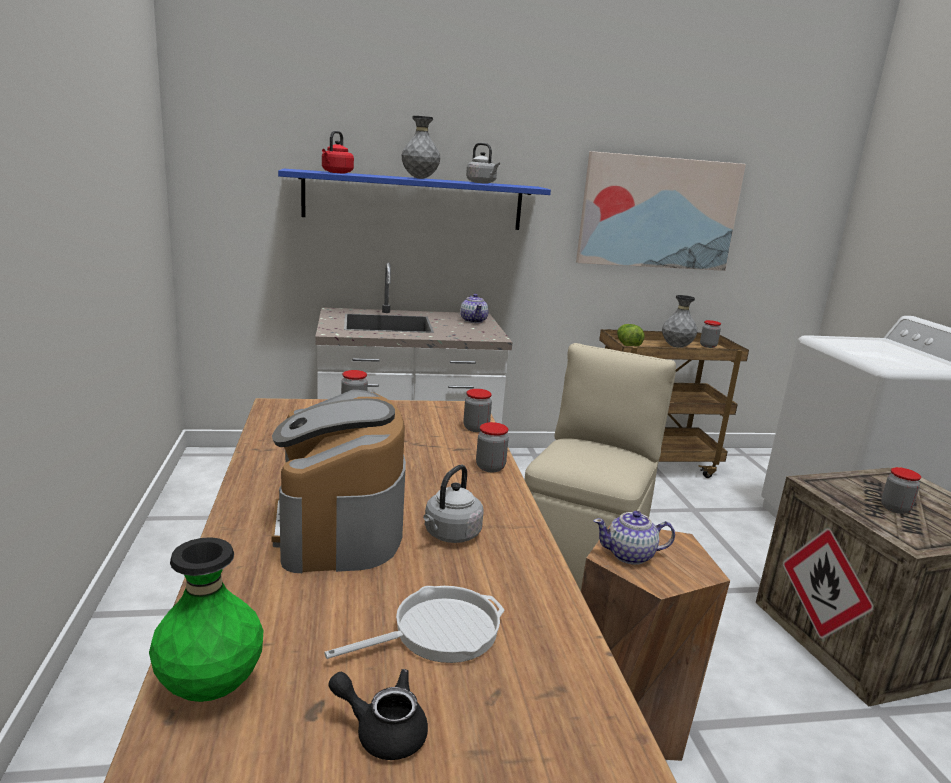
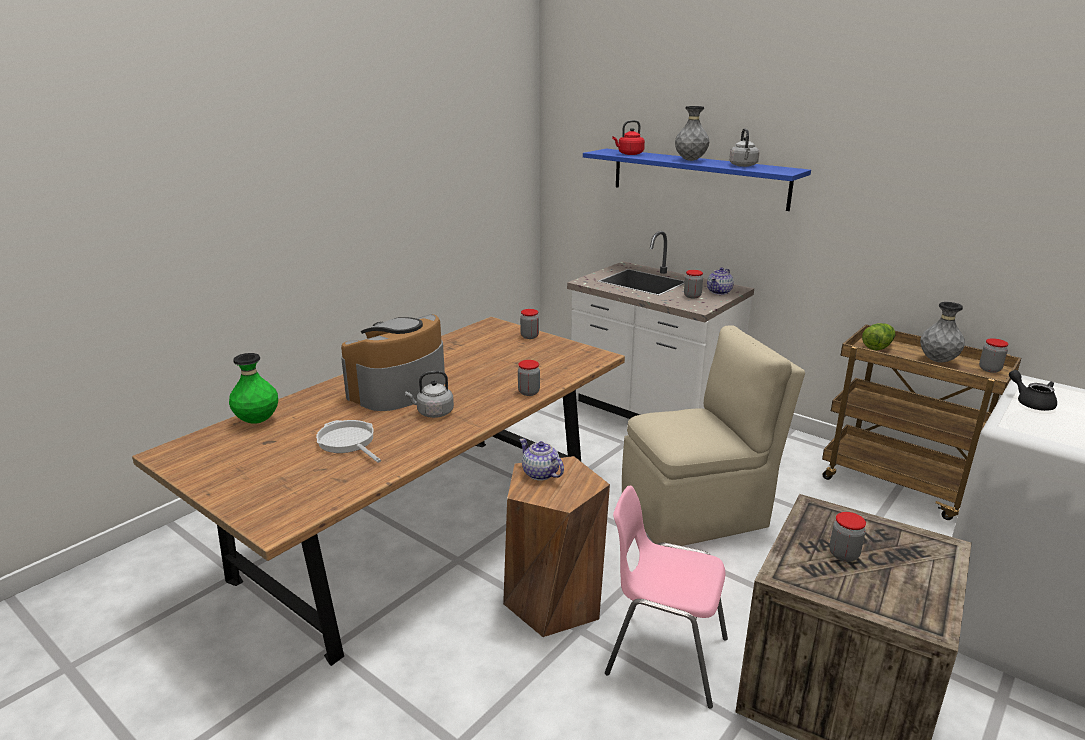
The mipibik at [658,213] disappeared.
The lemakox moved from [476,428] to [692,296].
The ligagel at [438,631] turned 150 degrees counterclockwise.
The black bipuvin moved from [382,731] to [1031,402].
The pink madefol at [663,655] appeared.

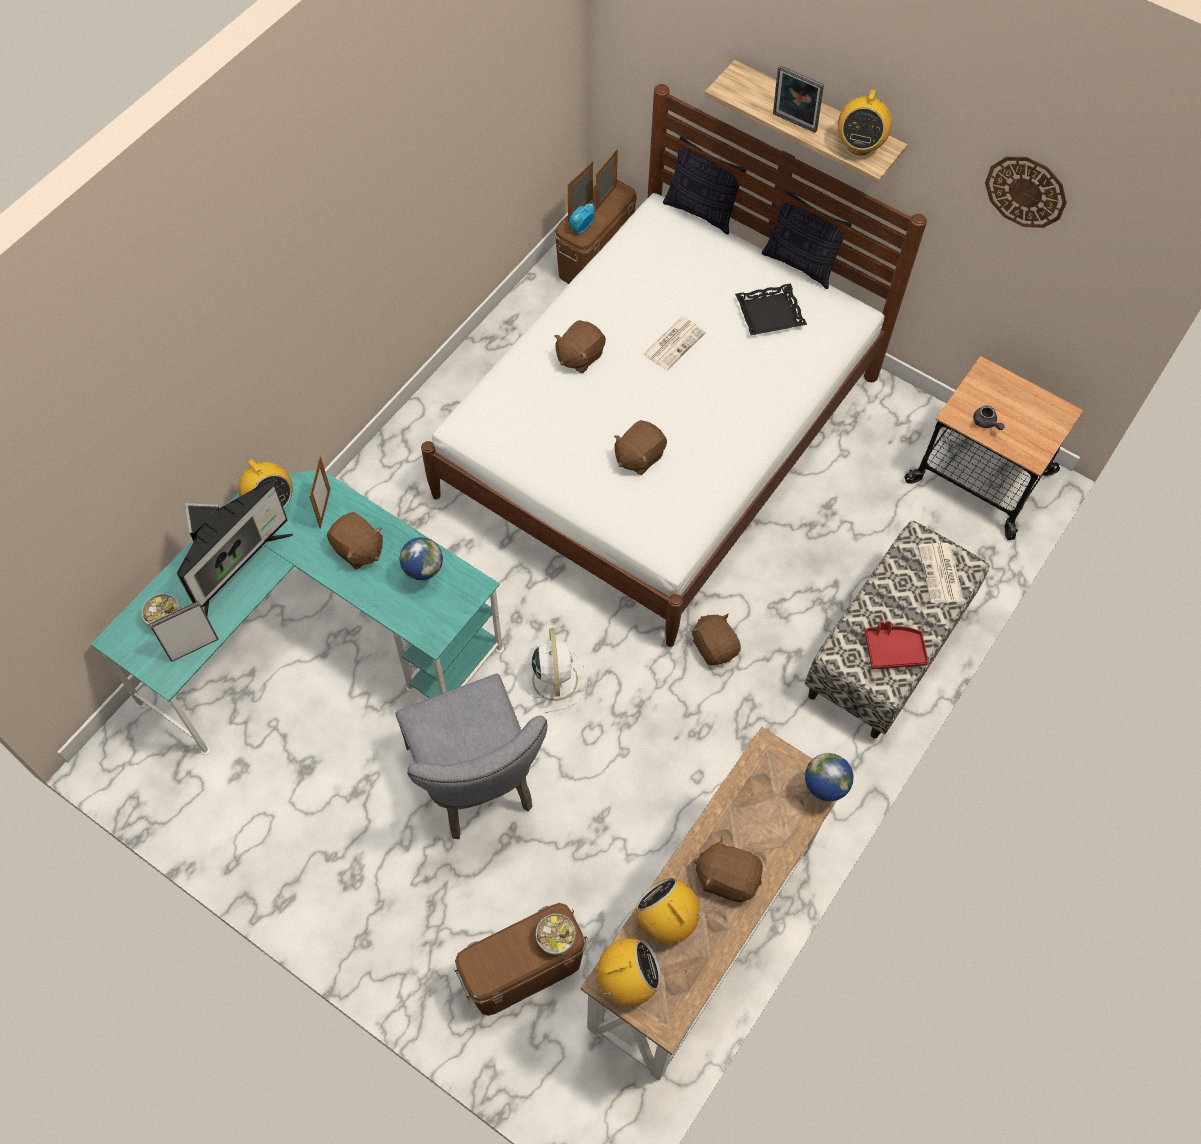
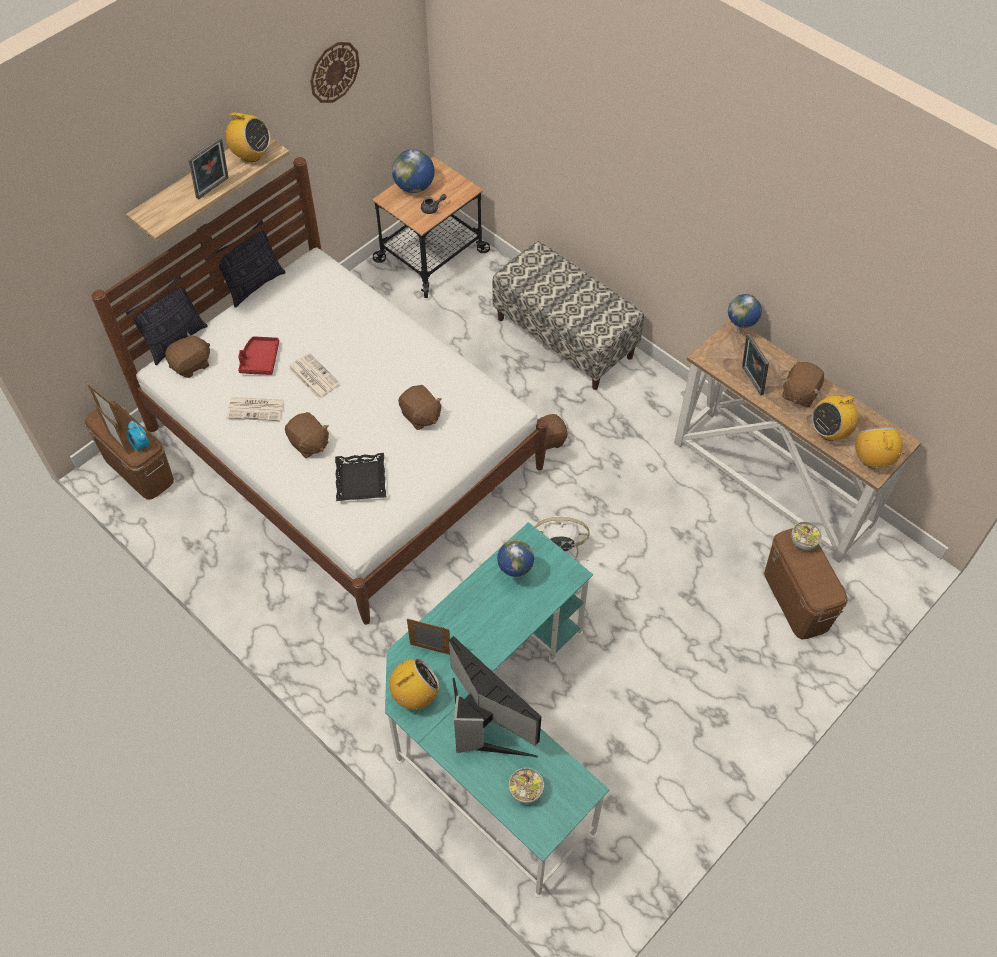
The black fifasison moved from [770,314] to [361,480].
The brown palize moved from [358,550] to [191,365].
The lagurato moved from [941,574] to [256,409].
The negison moved from [193,646] to [750,381].
The red fifasison moved from [893,650] to [260,360].
The grey madefol at [477,783] disappeared.
The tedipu at [414,187] appeared.

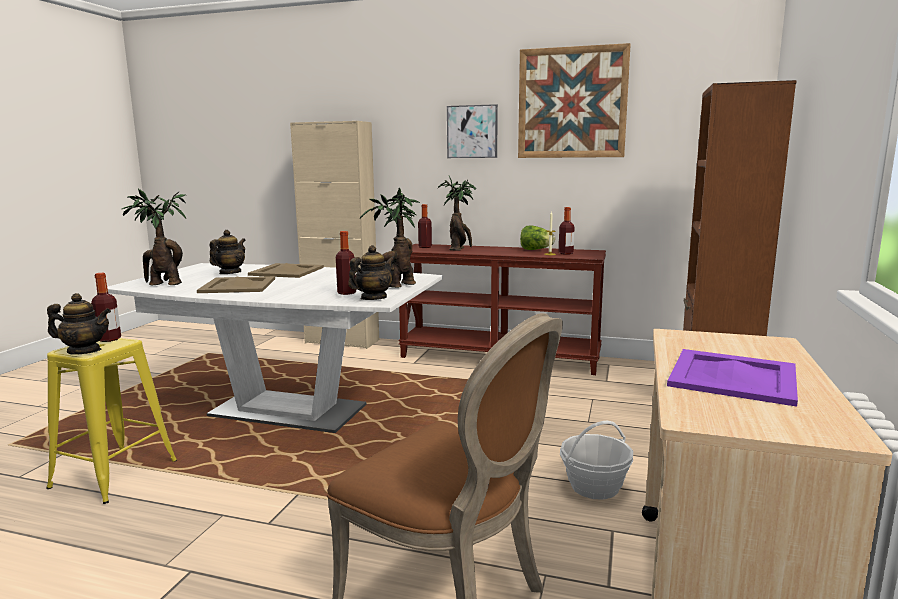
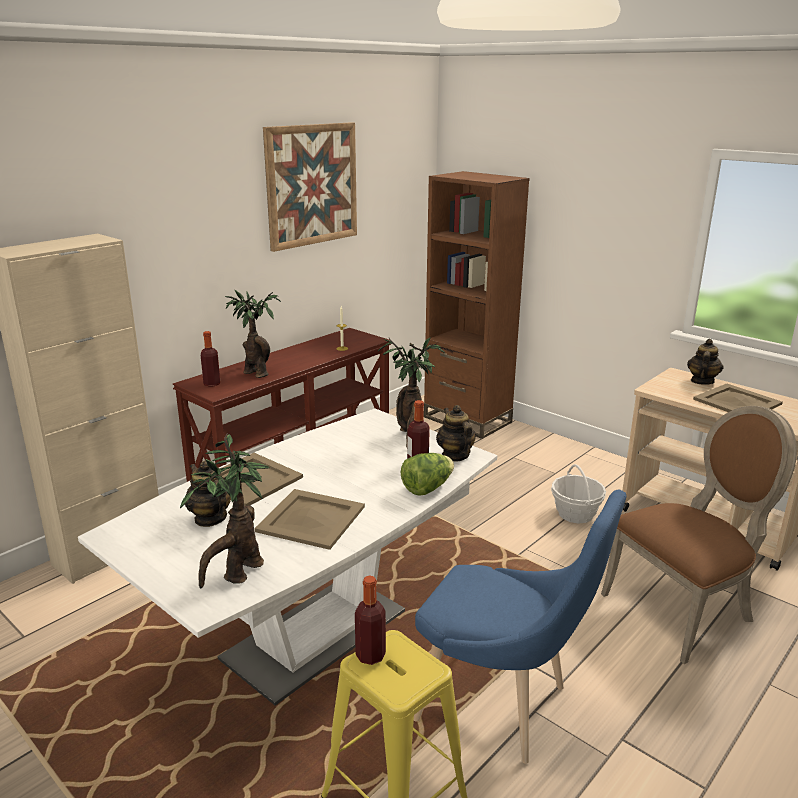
The mipibik at [472,131] disappeared.
The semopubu at [565,253] disappeared.
The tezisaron moved from [536,250] to [427,488].
The bipuvin moved from [84,351] to [701,381].
The purple fifasison at [732,376] became the beige fifasison at [736,402].
The blue madefol at [502,706] appeared.

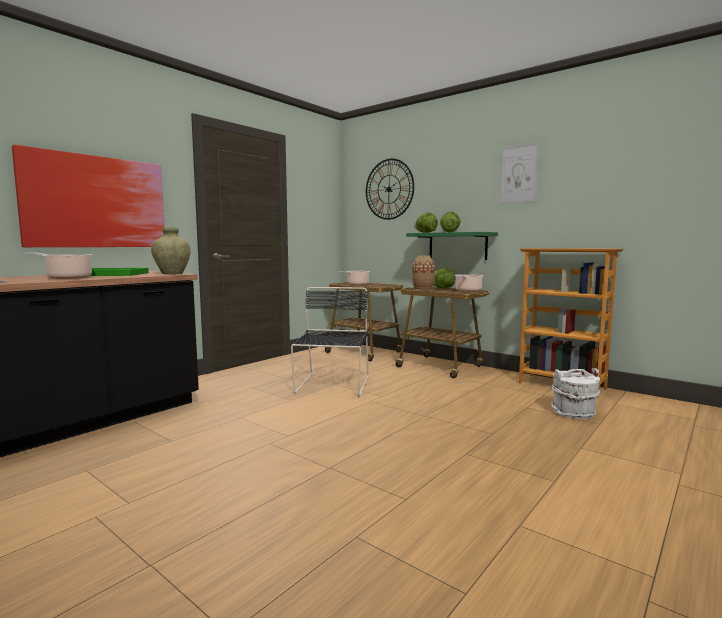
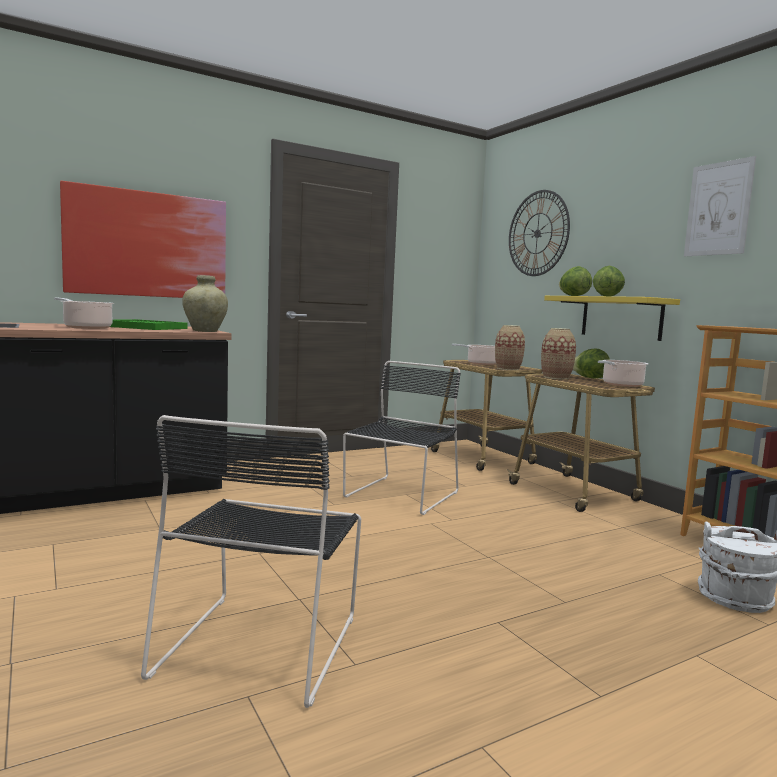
The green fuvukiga at [457,246] became the yellow fuvukiga at [621,318].
The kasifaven at [508,369] appeared.
The black madefol at [262,641] appeared.

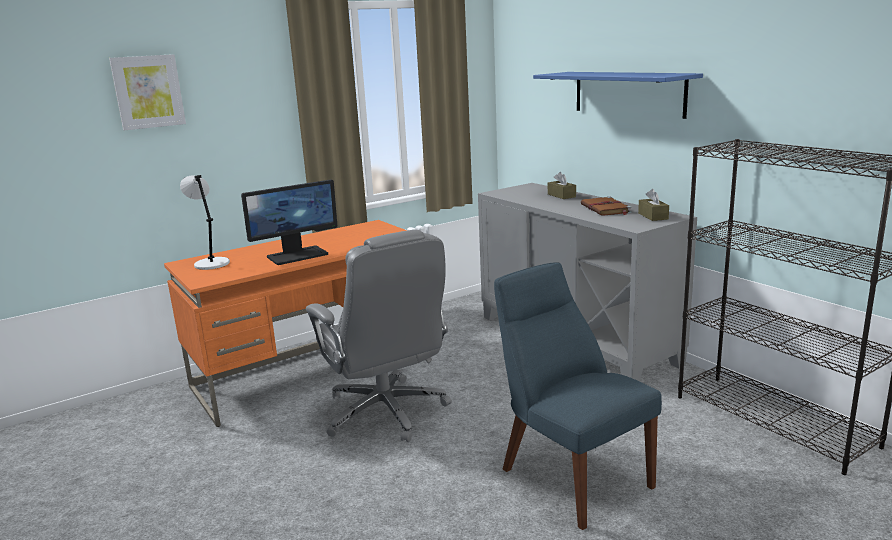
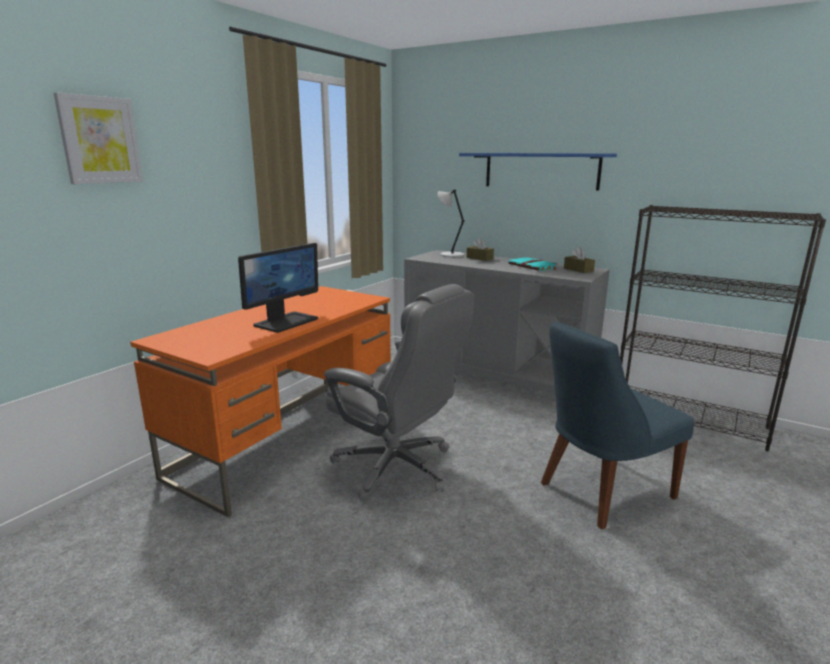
The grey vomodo moved from [211,264] to [450,255].
The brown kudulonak at [605,209] became the turquoise kudulonak at [533,266].
The blue madefol at [570,475] turned 60 degrees counterclockwise.

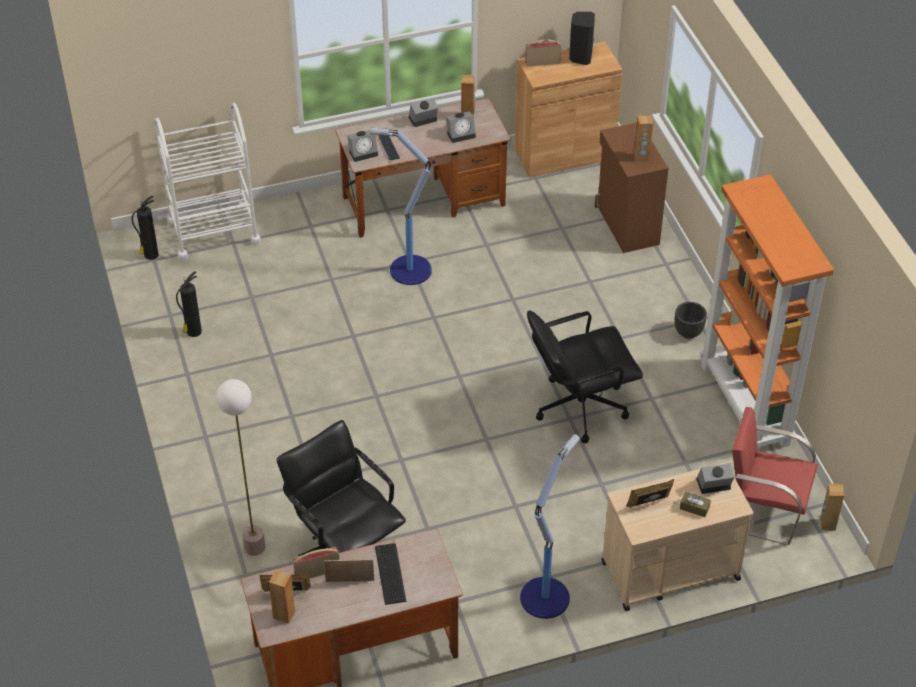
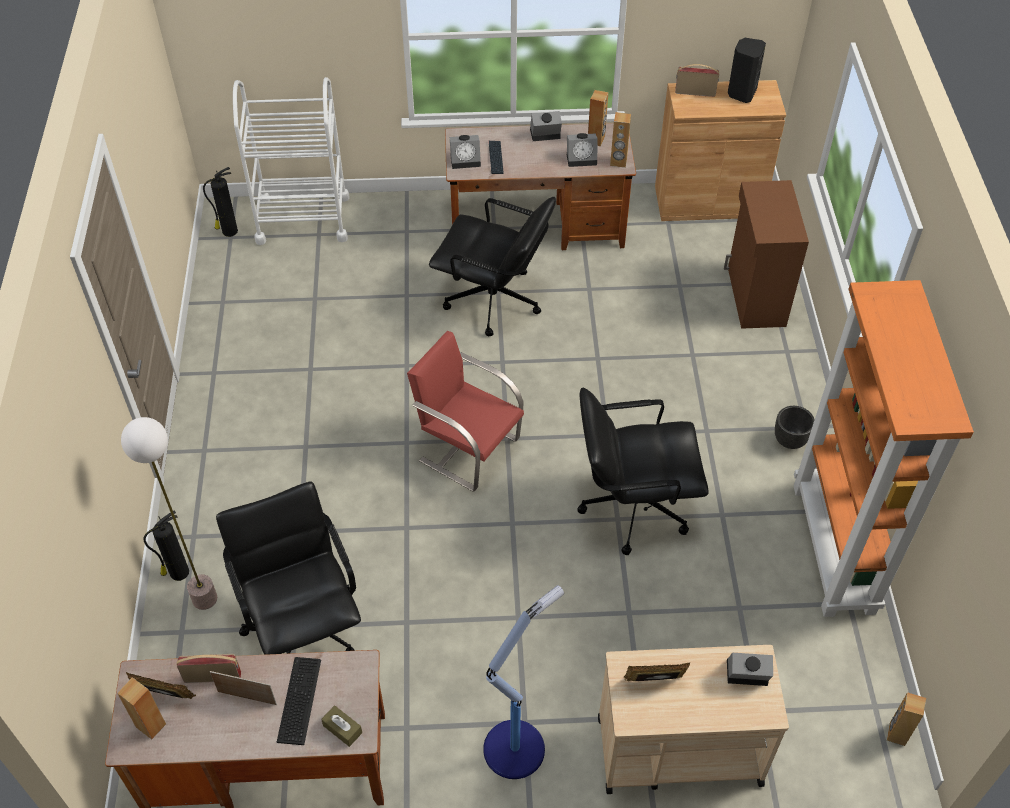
The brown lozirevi moved from [641,158] to [618,162].
The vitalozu at [409,270] was replaced by the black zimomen at [494,301].
The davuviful moved from [193,332] to [178,573].
The red madefol moved from [764,509] to [468,448].
The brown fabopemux moved from [694,508] to [342,729].

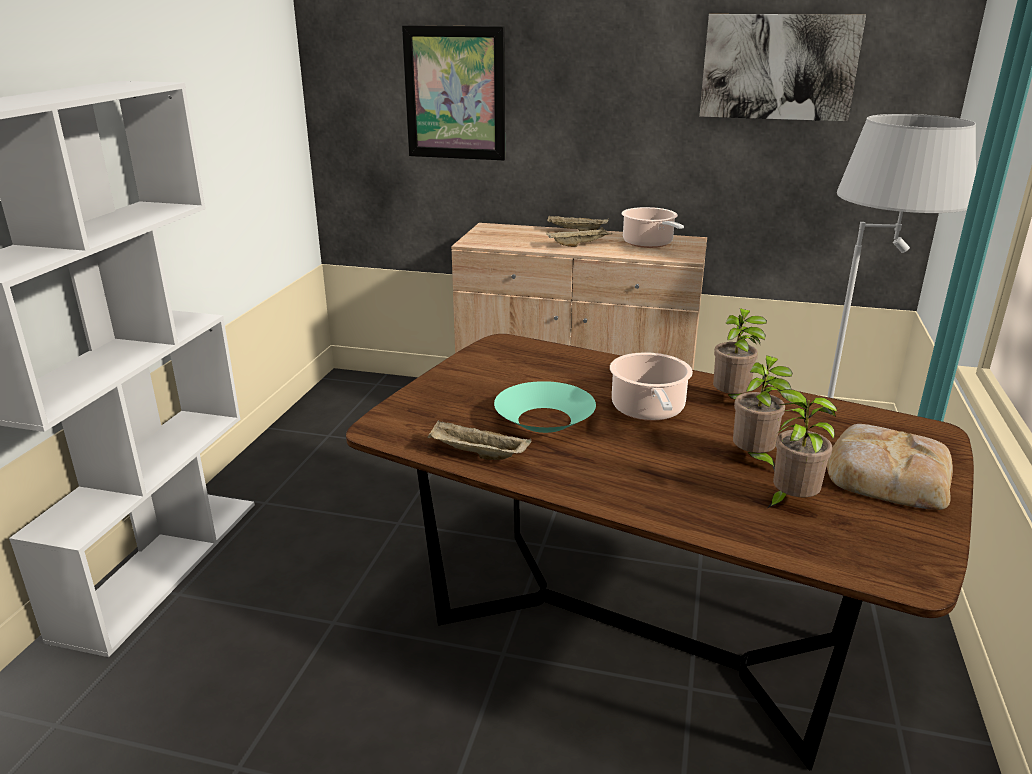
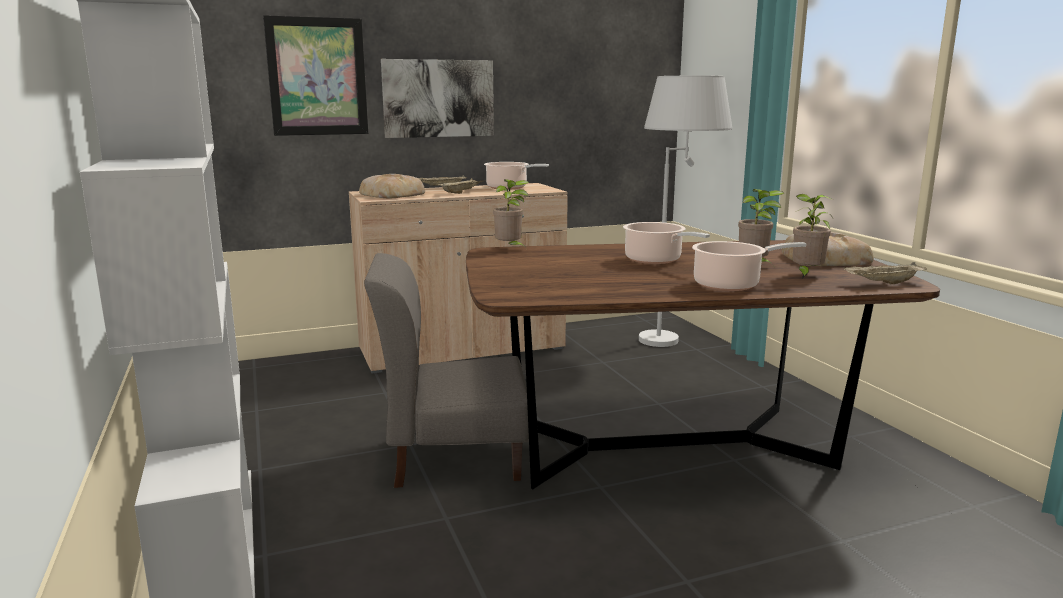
The mipibik moved from [778,67] to [438,98].
The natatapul moved from [732,401] to [510,249].
The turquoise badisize at [545,420] disappeared.
The beige fifasison moved from [476,454] to [883,283].
The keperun at [392,194] appeared.
The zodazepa at [731,285] appeared.
The grey madefol at [454,457] appeared.

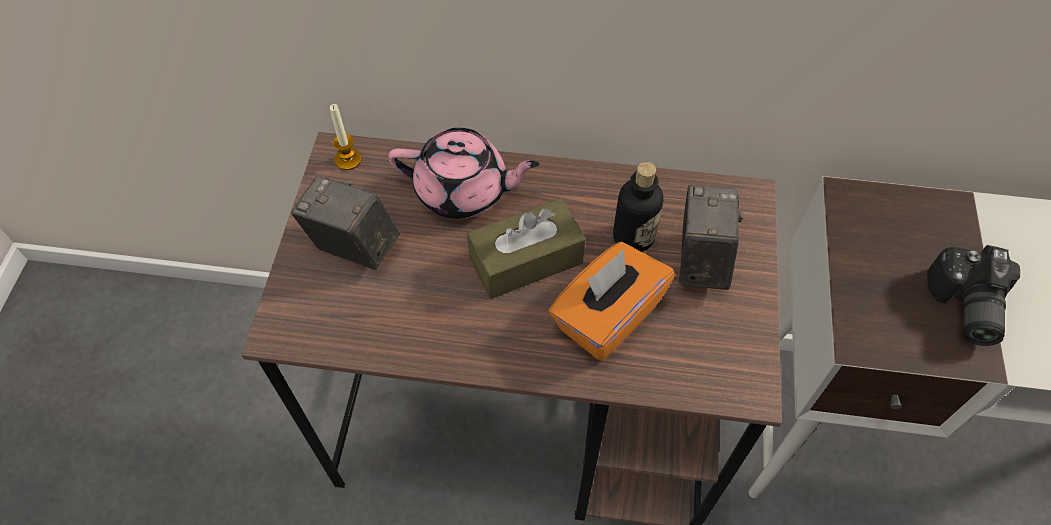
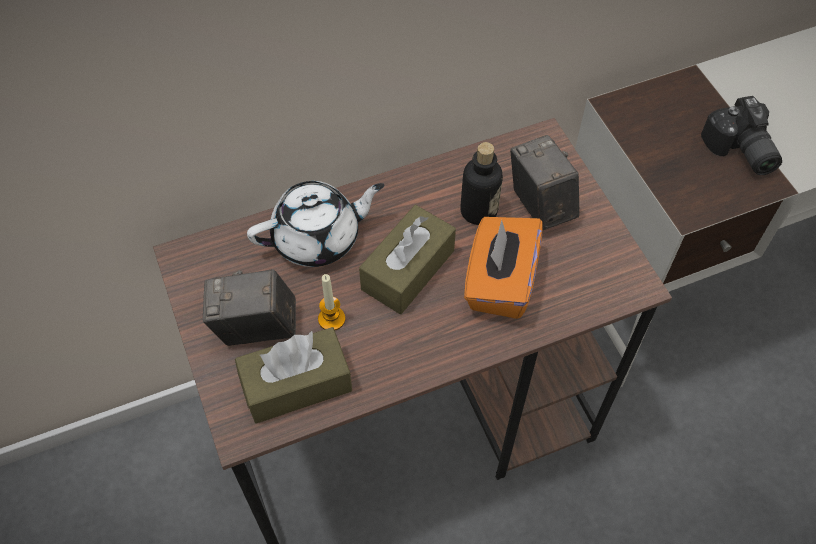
The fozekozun moved from [348,159] to [331,319].
The pink bipuvin at [463,191] became the white bipuvin at [318,238].
The brown fabopemux at [296,384] appeared.

